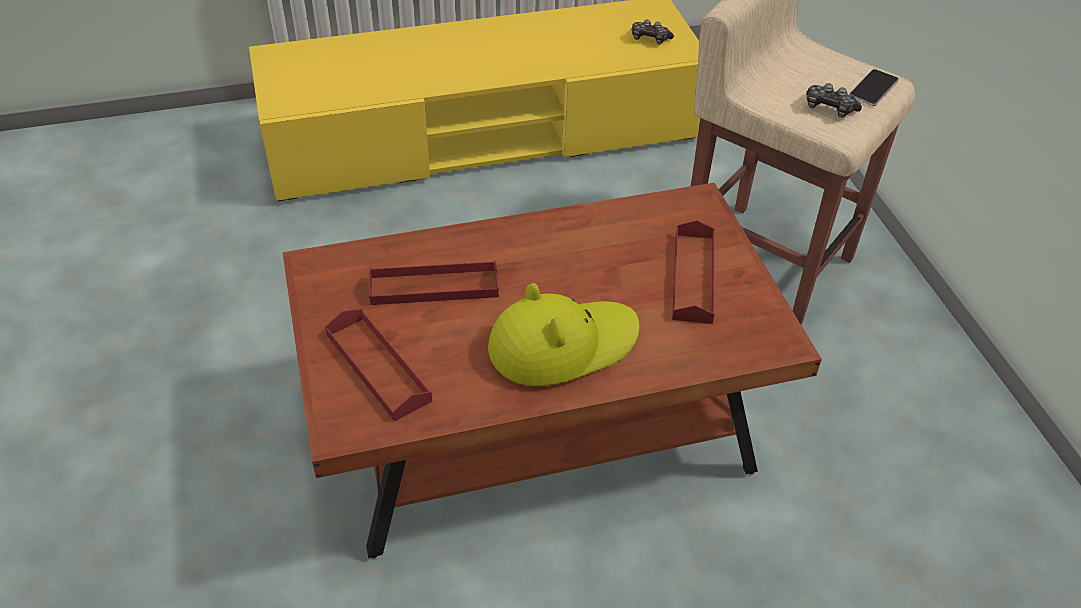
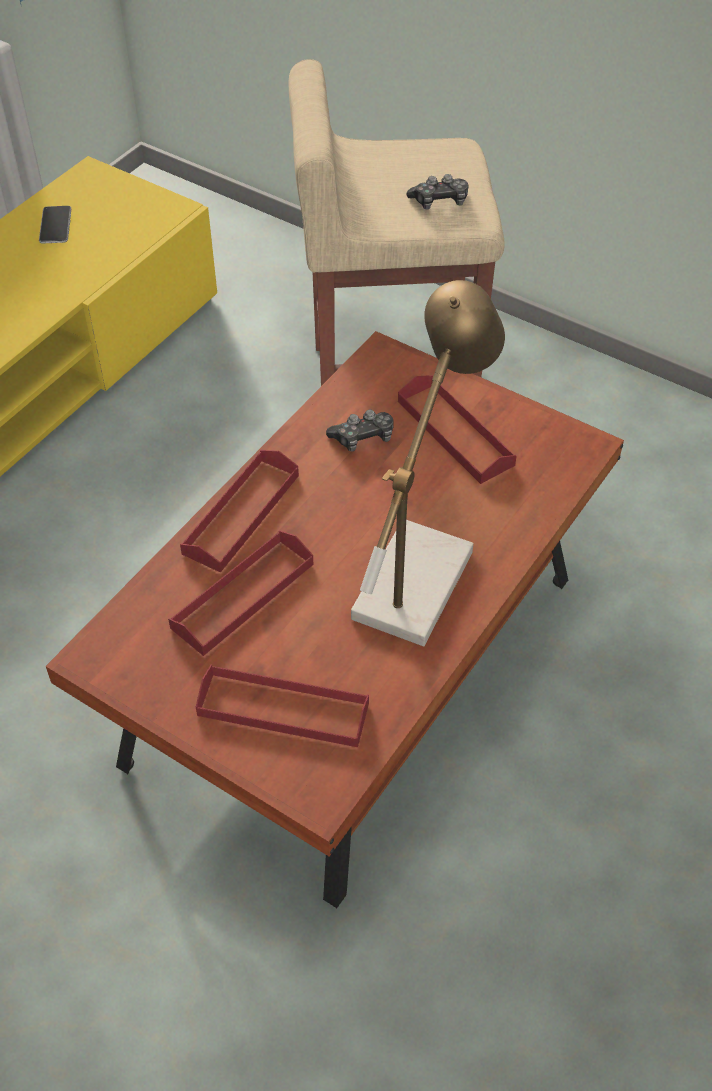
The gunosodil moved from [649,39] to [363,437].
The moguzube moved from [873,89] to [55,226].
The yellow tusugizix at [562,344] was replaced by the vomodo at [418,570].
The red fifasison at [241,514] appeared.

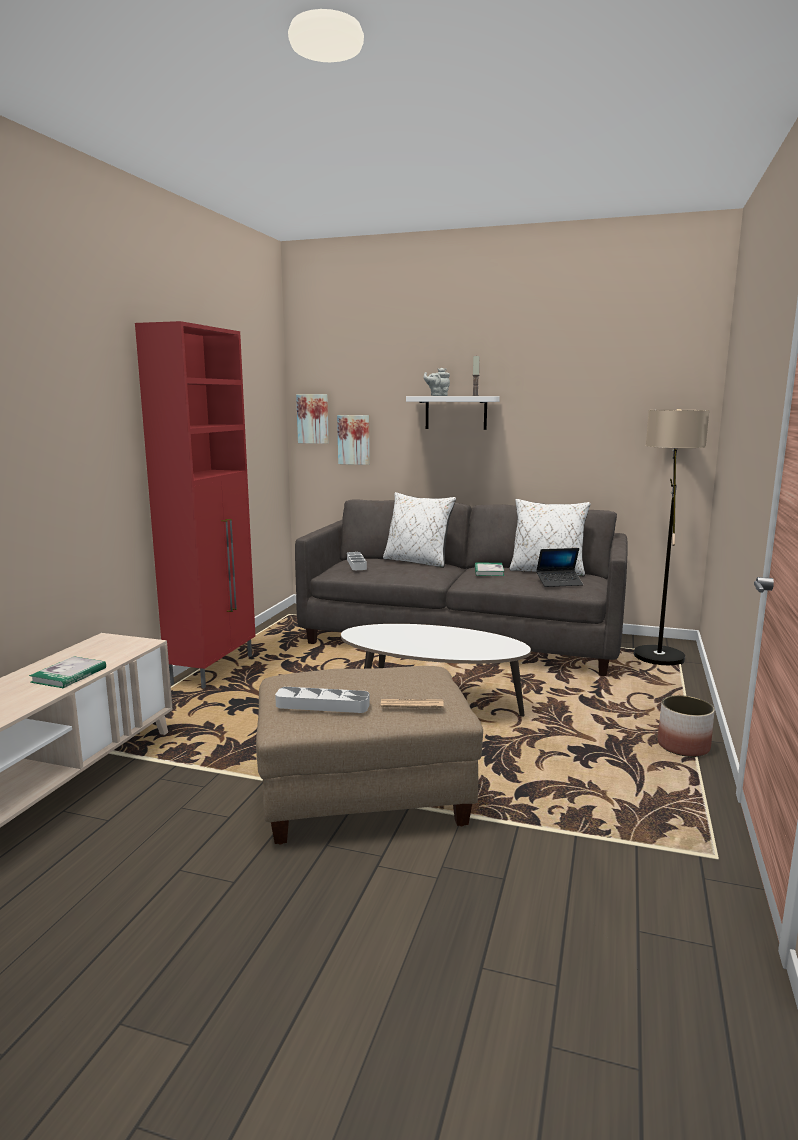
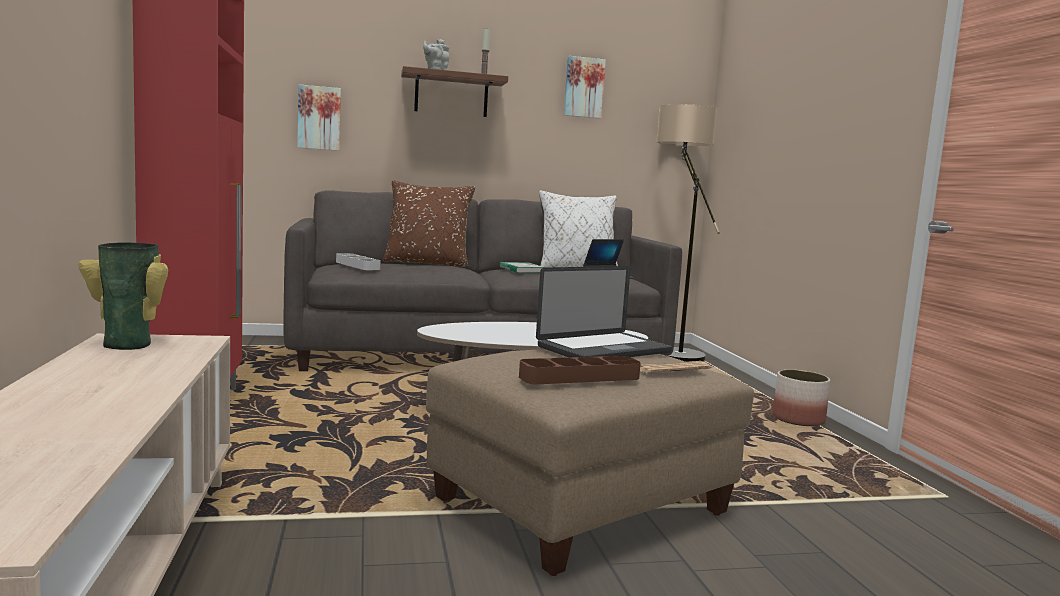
The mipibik moved from [313,418] to [583,87].
The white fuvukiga at [456,412] became the brown fuvukiga at [451,95].
The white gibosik at [417,562] became the brown gibosik at [427,264].
The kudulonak at [69,675] disappeared.
The grey fifasison at [322,705] became the brown fifasison at [580,377].
The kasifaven at [131,343] appeared.
The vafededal at [604,349] appeared.

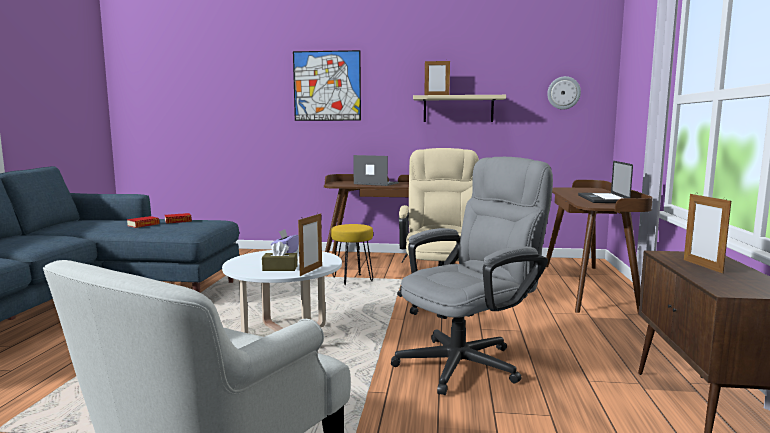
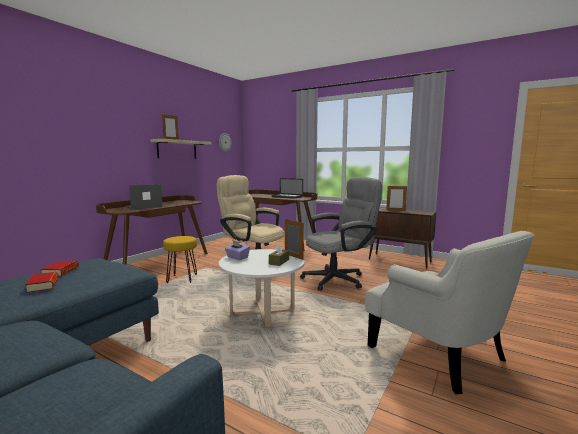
The mipibik at [327,86] disappeared.
The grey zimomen at [468,361] turned 75 degrees clockwise.

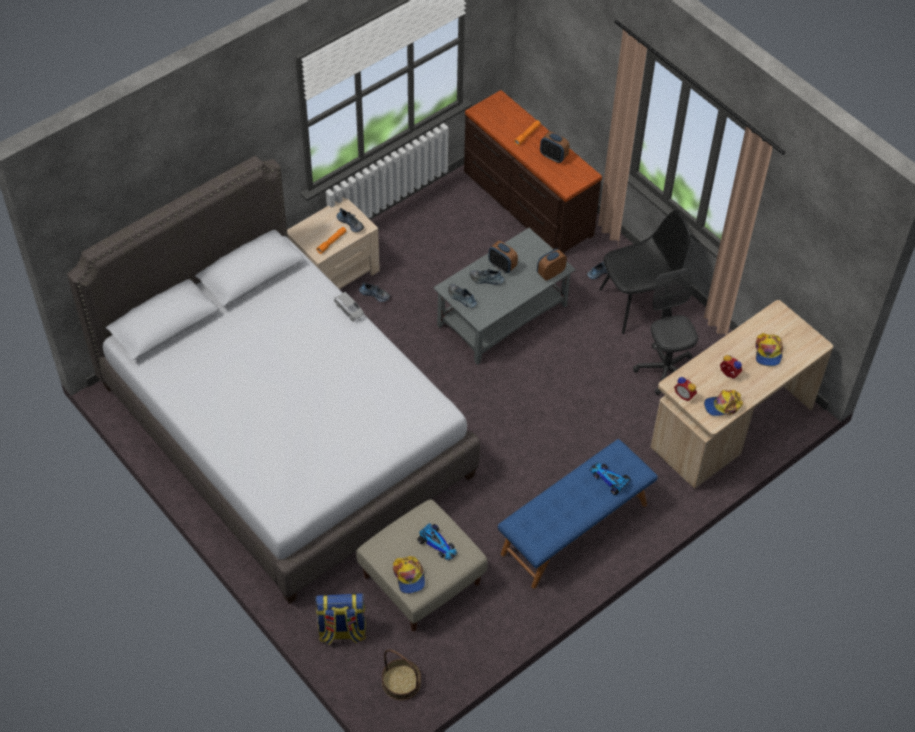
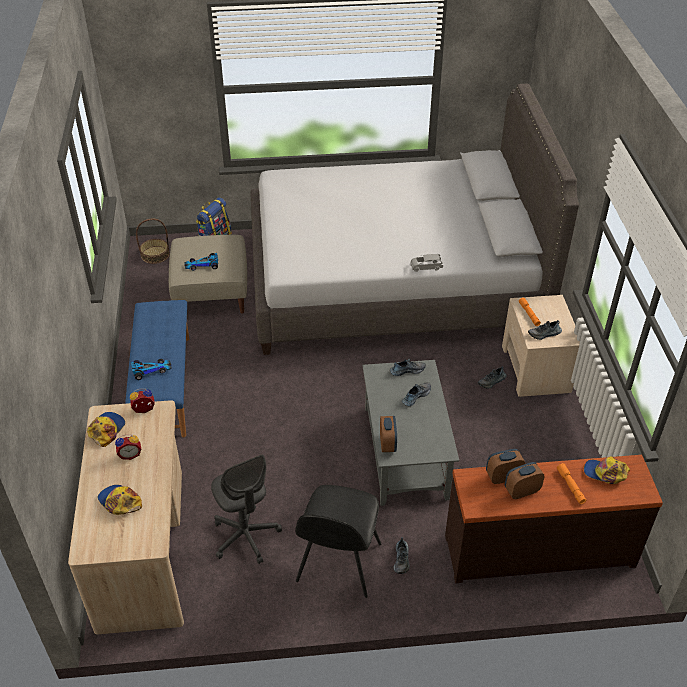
The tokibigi moved from [502,266] to [503,477].
The grey zimomen at [665,370] turned 45 degrees clockwise.
The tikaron moved from [409,576] to [605,473].

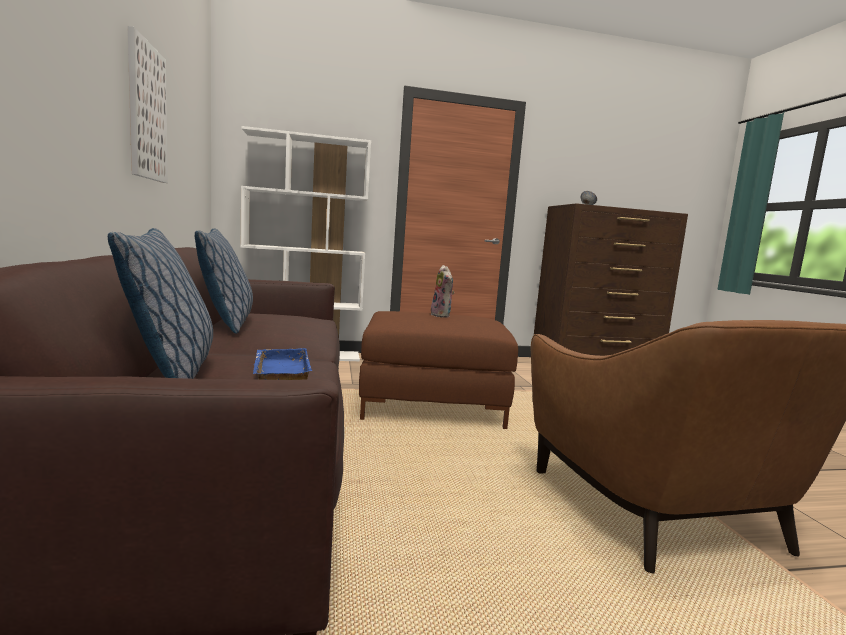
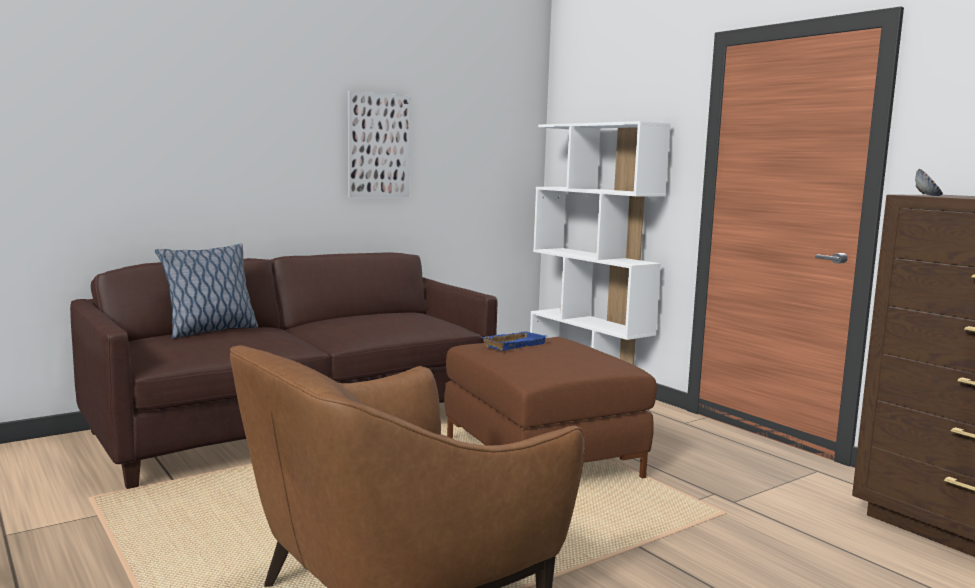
The gibosik at [226,324] disappeared.
The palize at [442,315] disappeared.
The blue fifasison moved from [279,372] to [513,344].

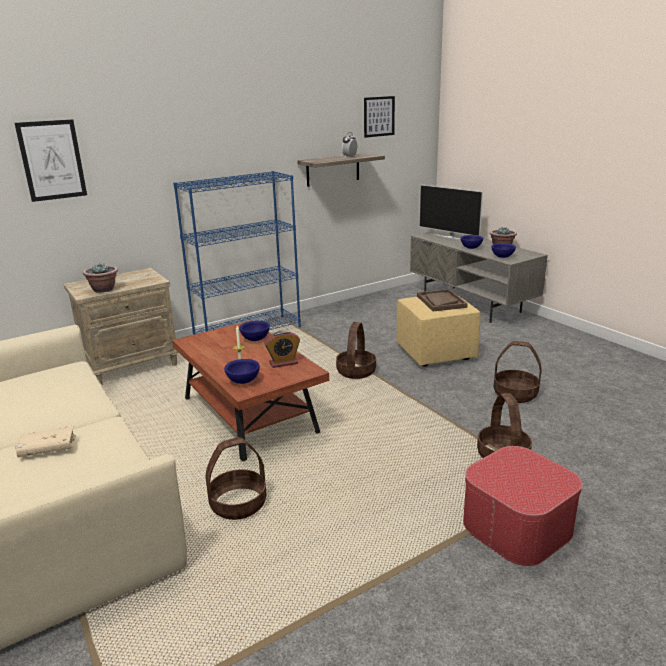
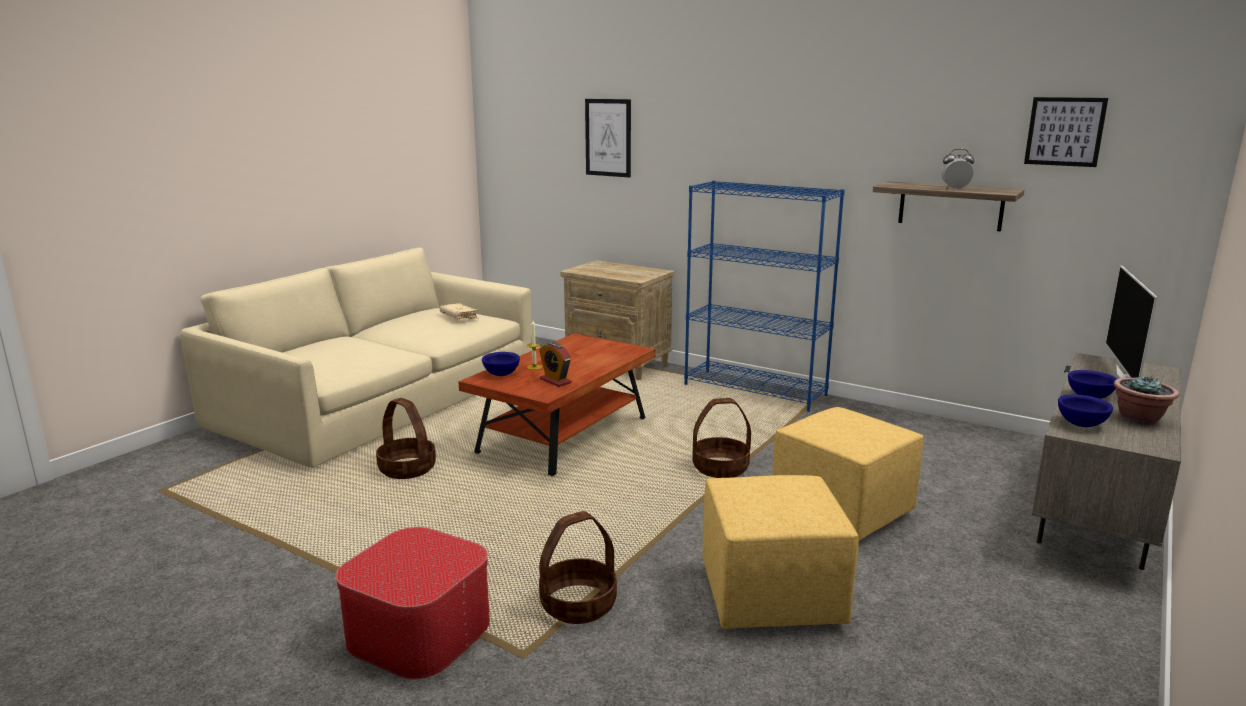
The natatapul at [103,289] disappeared.
The brown fifasison at [441,301] disappeared.
The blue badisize at [255,339] disappeared.
The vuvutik at [515,394] was replaced by the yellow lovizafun at [773,597].
The beige kudulonak moved from [48,448] to [459,317].

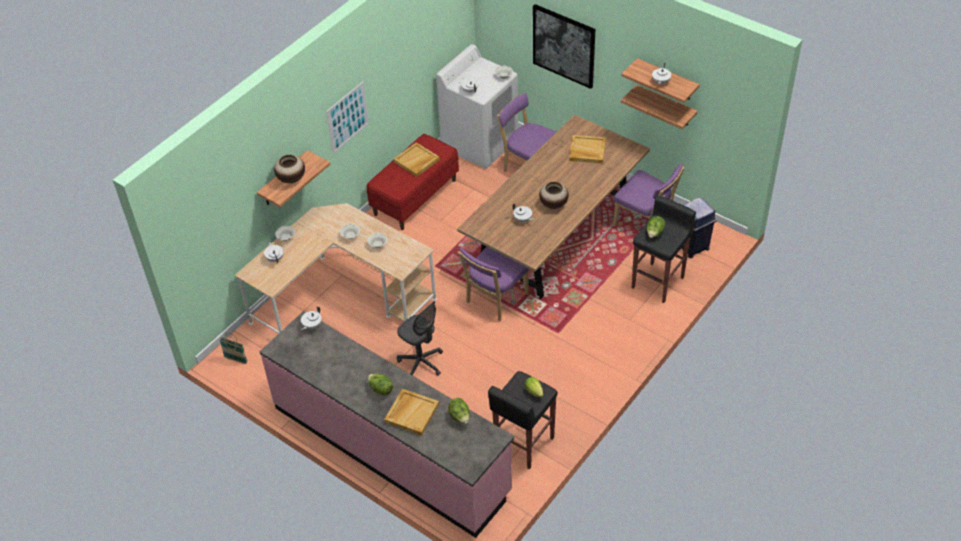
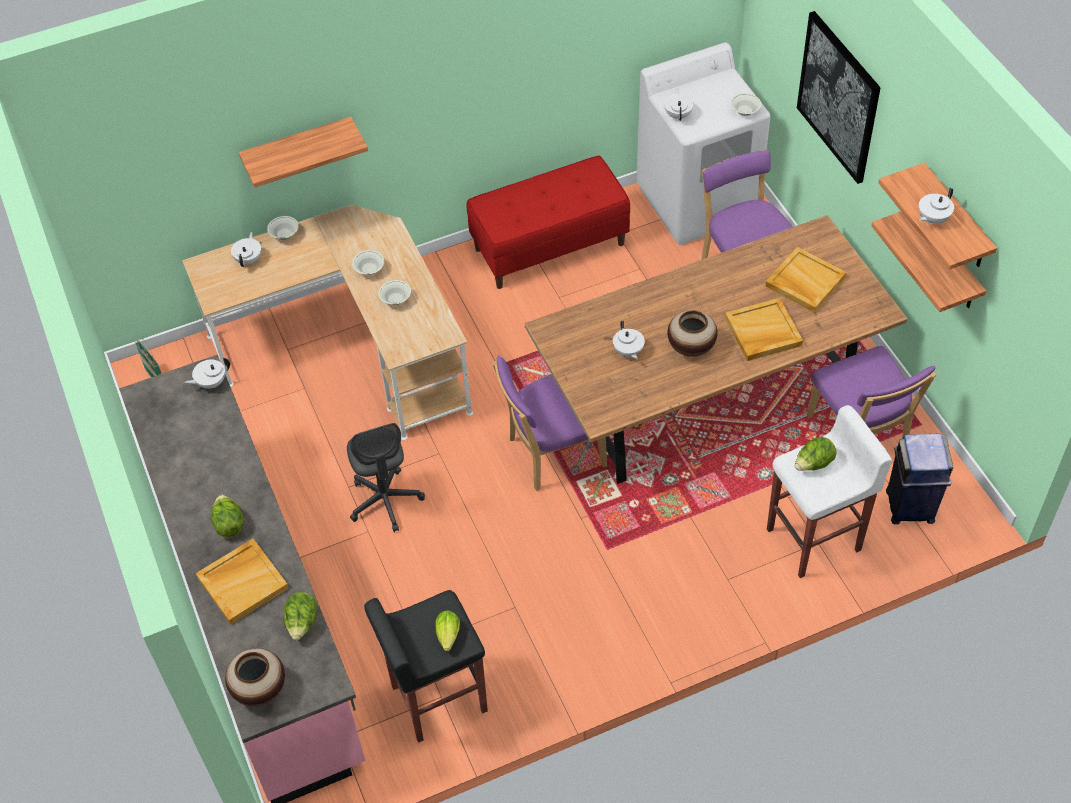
The mipibik at [347,117] disappeared.
The beige fifasison moved from [416,161] to [762,332].
The kasifaven moved from [291,179] to [260,689].
The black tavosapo at [658,282] became the white tavosapo at [815,540].

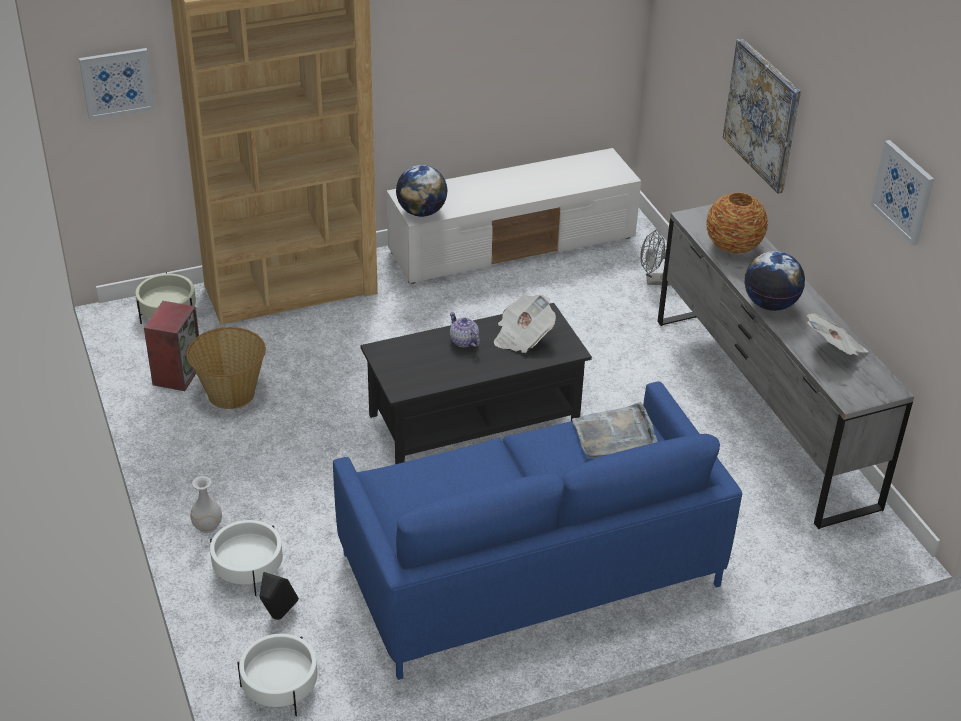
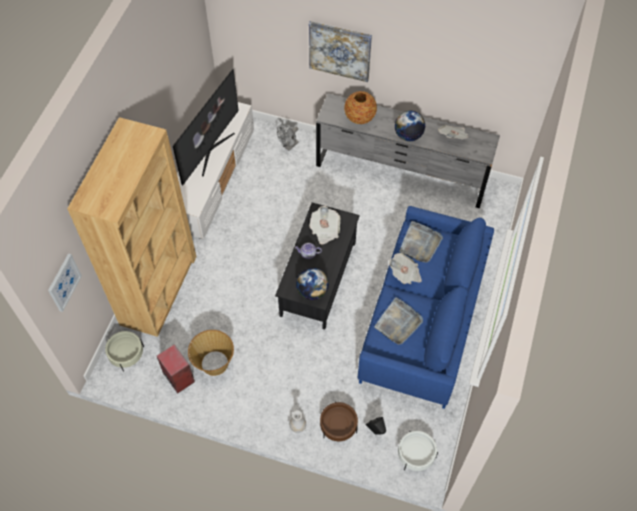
The mipibik at [903,192] disappeared.
The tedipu moved from [421,212] to [312,291].
The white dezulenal at [248,569] became the brown dezulenal at [338,426].
The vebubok at [210,151] appeared.
The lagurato at [405,274] appeared.
The grey fifasison at [398,323] appeared.

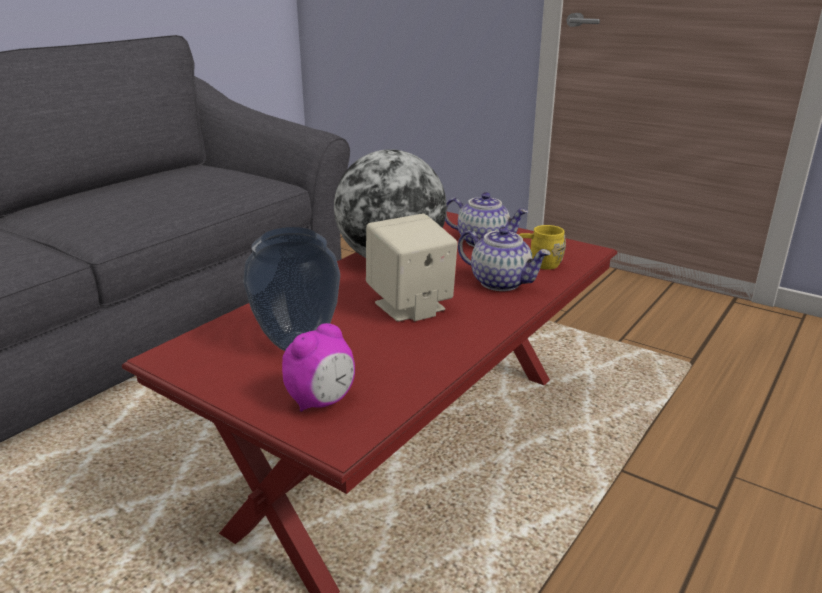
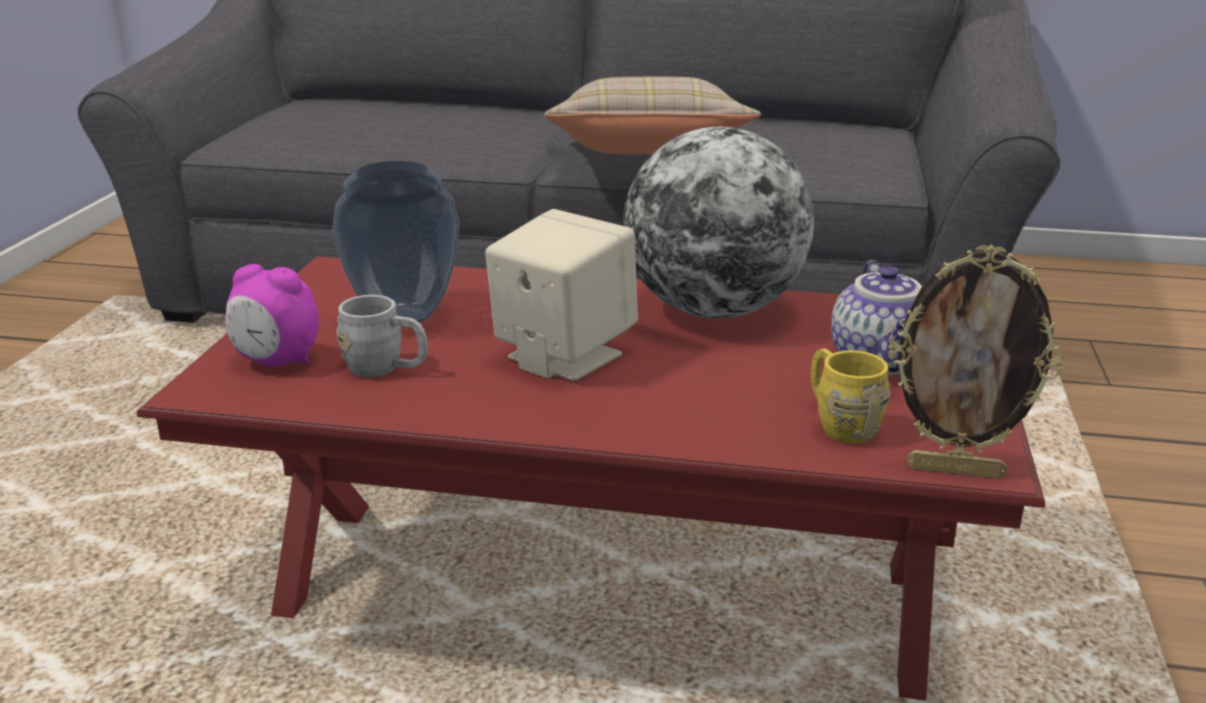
The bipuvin at [501,282] disappeared.
The beige gibosik at [646,158] appeared.
The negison at [955,470] appeared.
The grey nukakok at [385,369] appeared.

